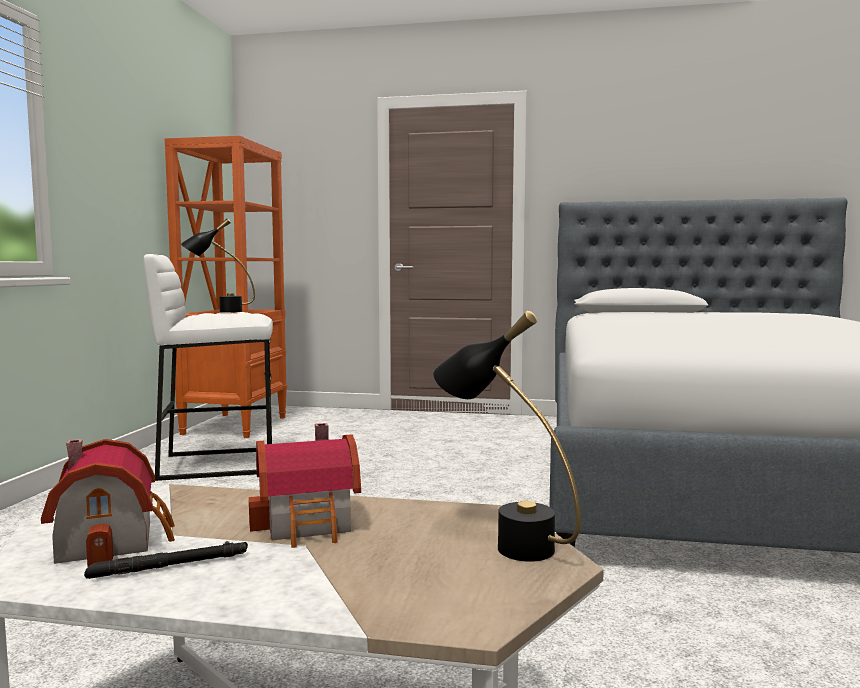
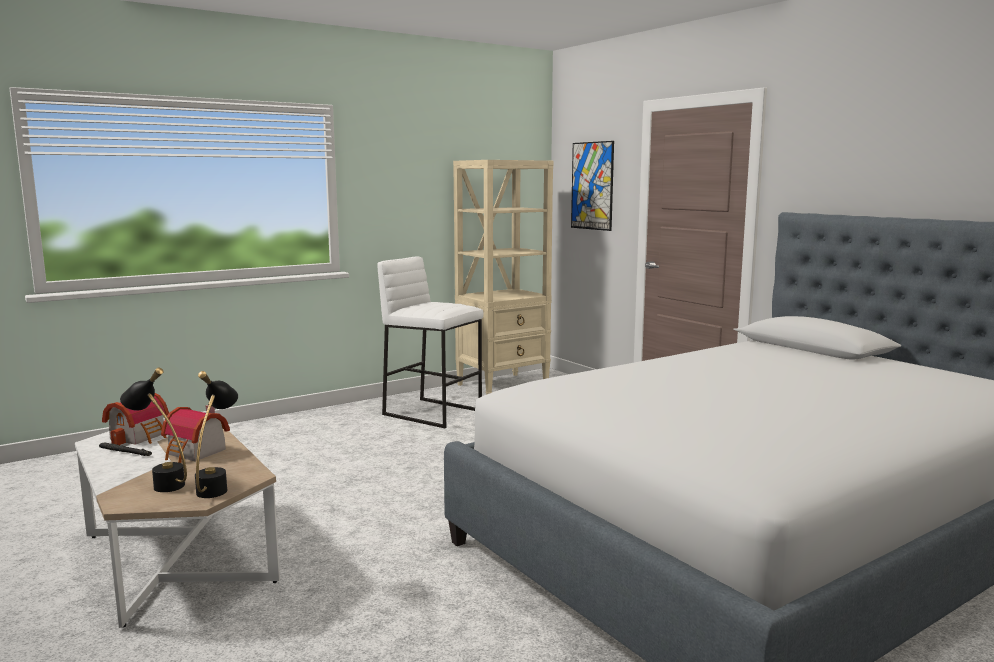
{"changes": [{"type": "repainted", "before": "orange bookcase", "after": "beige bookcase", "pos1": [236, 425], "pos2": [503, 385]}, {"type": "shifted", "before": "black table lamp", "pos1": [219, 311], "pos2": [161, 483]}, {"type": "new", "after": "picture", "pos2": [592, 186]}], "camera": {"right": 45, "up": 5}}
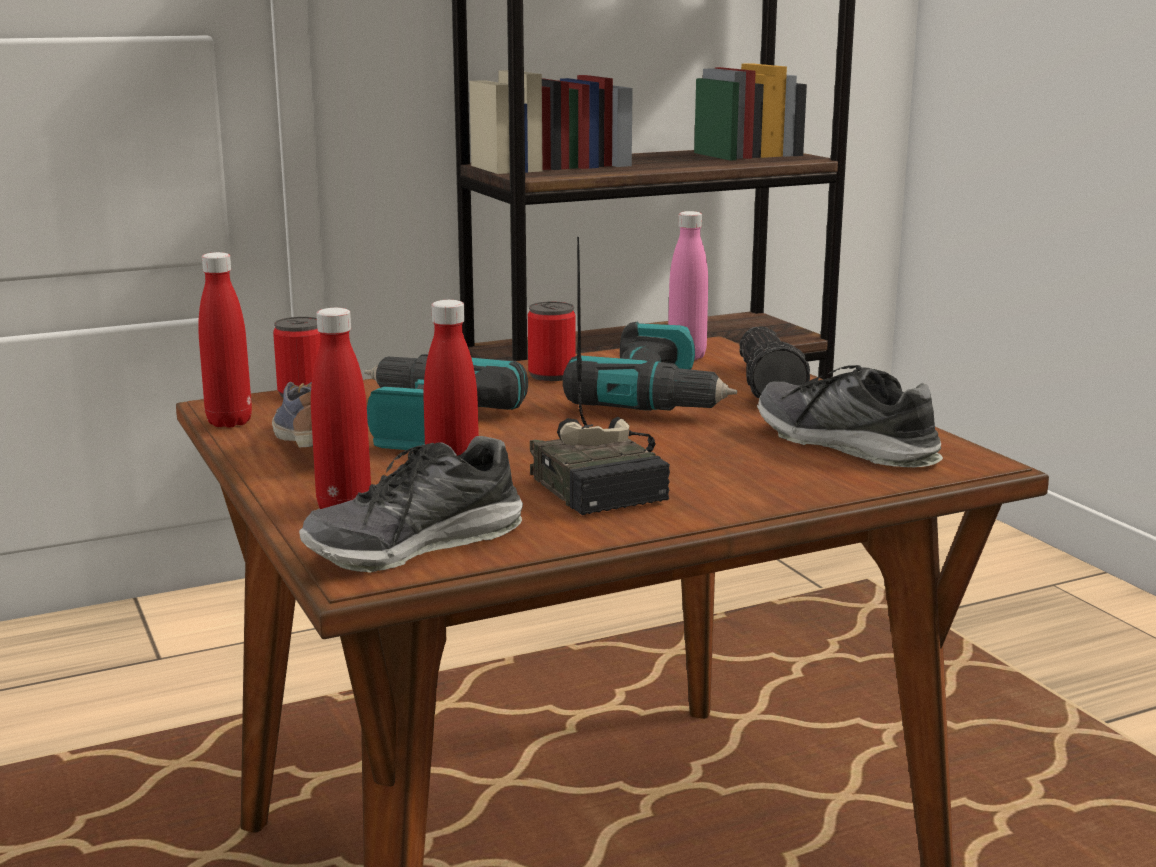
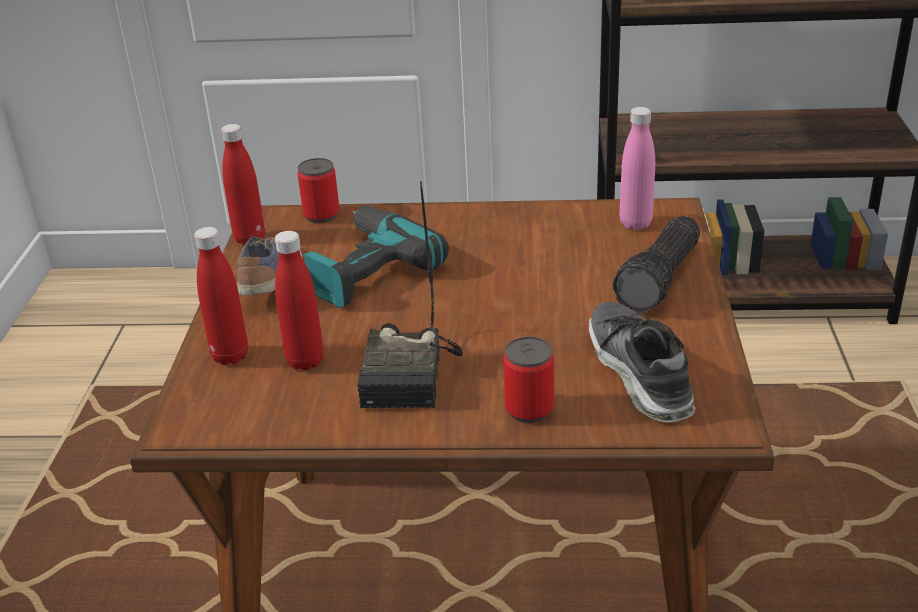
{"changes": [{"type": "shifted", "before": "can", "pos1": [551, 375], "pos2": [529, 409]}, {"type": "gone", "before": "power drill", "pos1": [657, 397]}, {"type": "gone", "before": "shoe", "pos1": [415, 544]}], "camera": {"right": 30, "up": 15}}
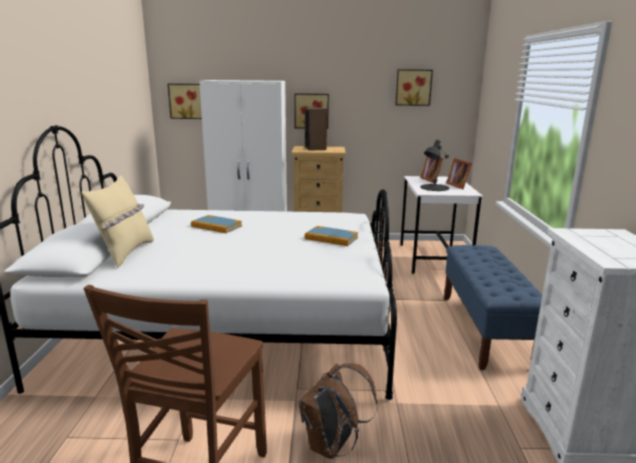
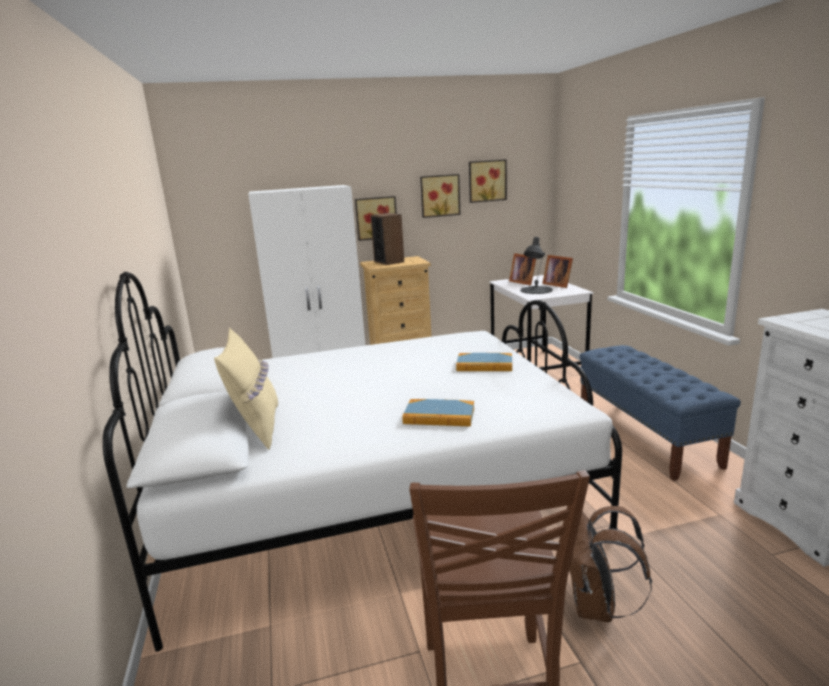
{"changes": [{"type": "shifted", "before": "picture", "pos1": [186, 101], "pos2": [439, 195]}, {"type": "shifted", "before": "book", "pos1": [216, 226], "pos2": [439, 416]}], "camera": {"right": -15, "up": 0}}
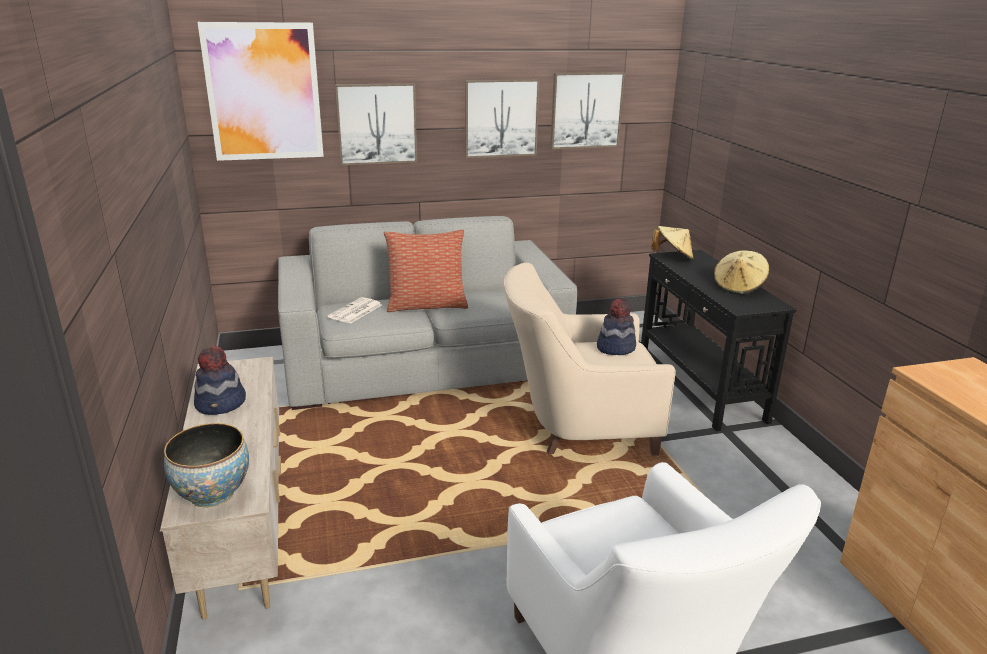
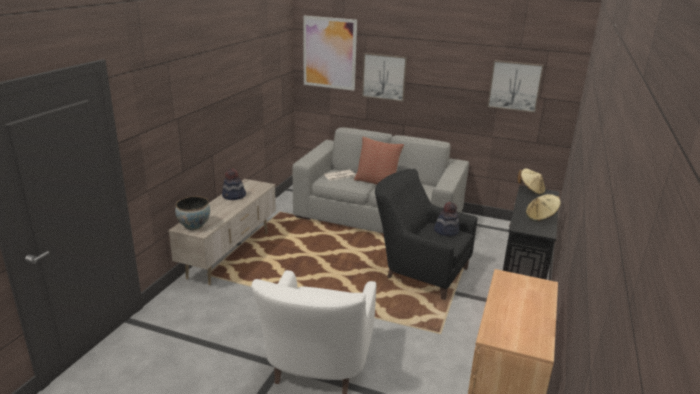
{"changes": [{"type": "gone", "before": "picture", "pos1": [501, 118]}, {"type": "repainted", "before": "beige armchair", "after": "black armchair", "pos1": [577, 427], "pos2": [418, 272]}], "camera": {"right": 35, "up": 0}}
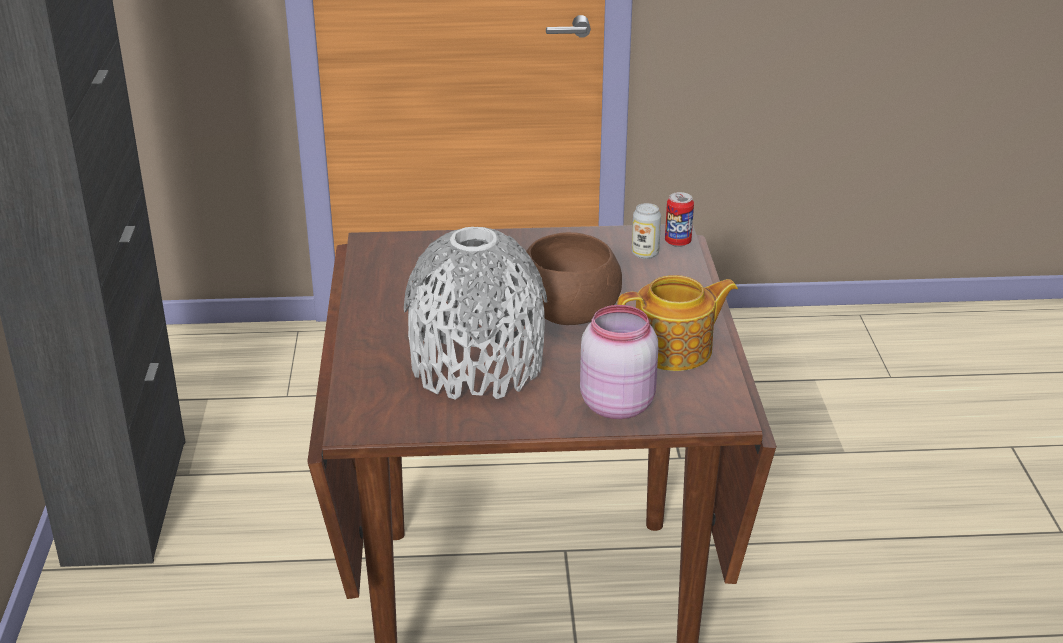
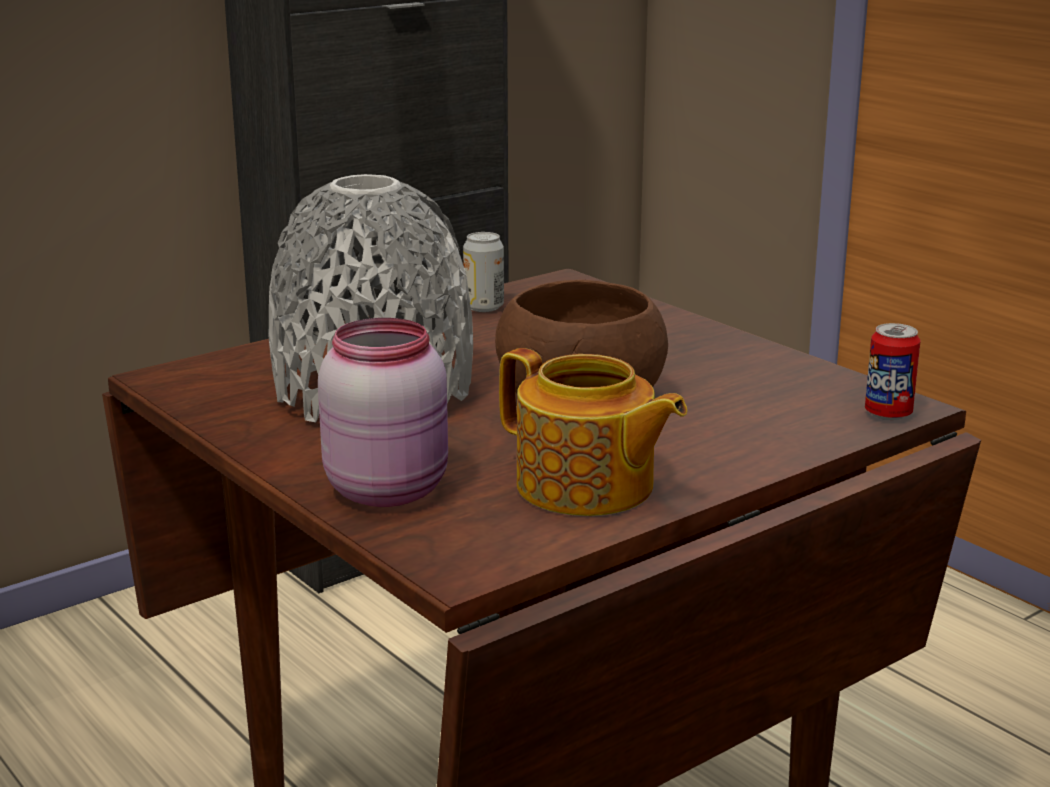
{"changes": [{"type": "shifted", "before": "can", "pos1": [645, 254], "pos2": [484, 307]}], "camera": {"right": 55, "up": -10}}
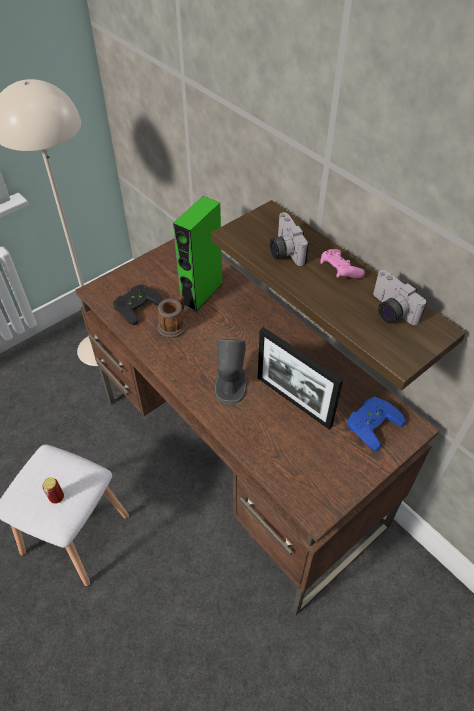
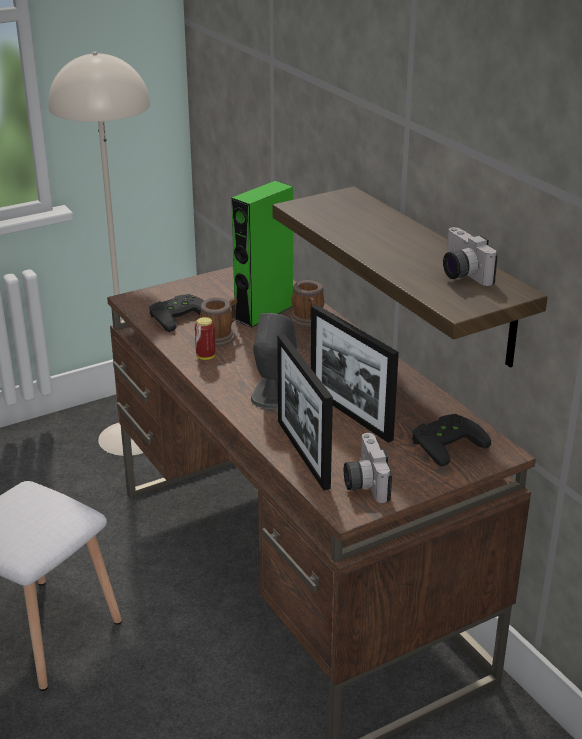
{"changes": [{"type": "shifted", "before": "photo camera", "pos1": [284, 251], "pos2": [363, 482]}, {"type": "gone", "before": "pink game controller", "pos1": [339, 271]}, {"type": "repainted", "before": "blue game controller", "after": "black game controller", "pos1": [371, 422], "pos2": [445, 442]}, {"type": "shifted", "before": "can", "pos1": [57, 498], "pos2": [205, 357]}, {"type": "new", "after": "mug", "pos2": [308, 321]}, {"type": "new", "after": "picture frame", "pos2": [303, 453]}], "camera": {"right": 10, "up": -20}}
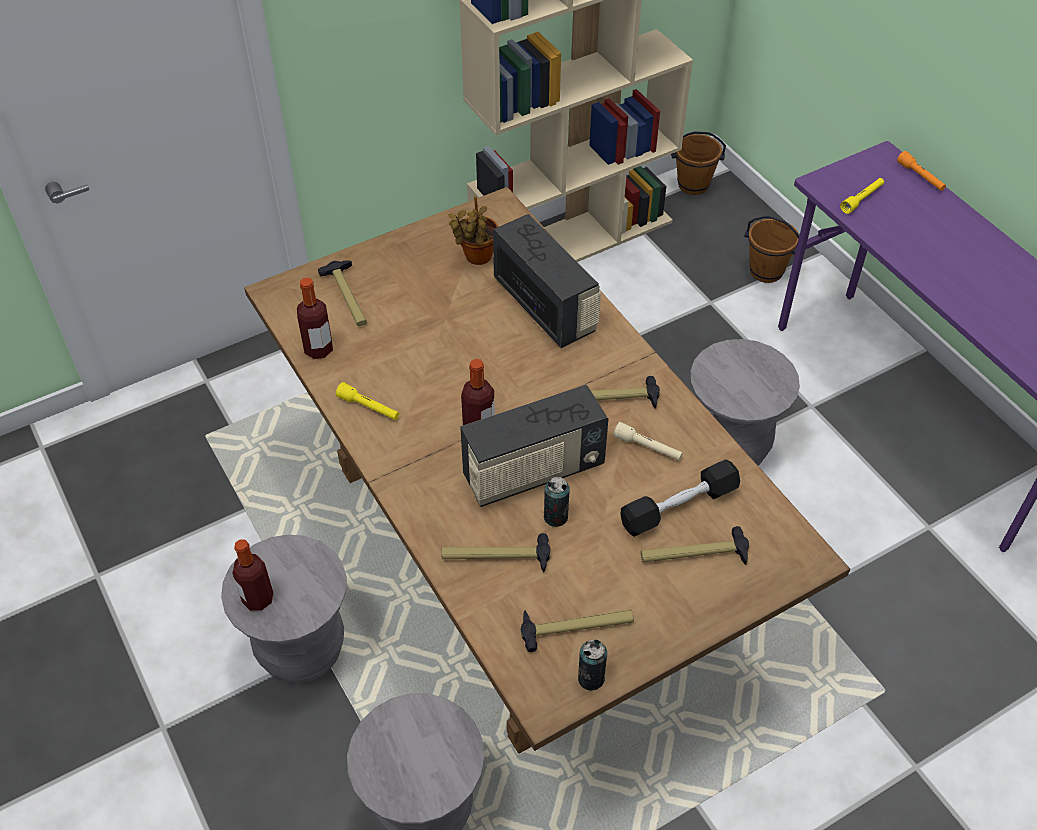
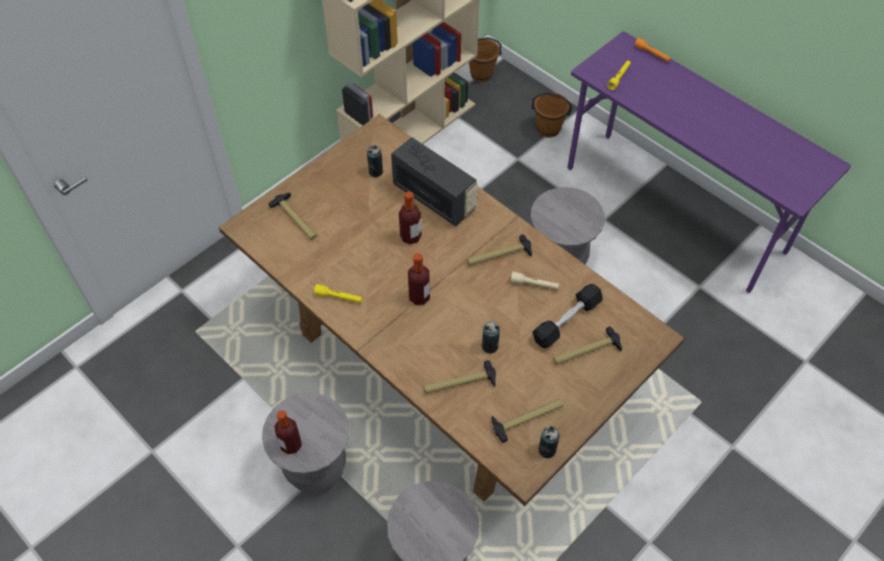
{"changes": [{"type": "swapped", "before": "potted plant", "after": "can", "pos1": [476, 258], "pos2": [375, 172]}, {"type": "shifted", "before": "bottle", "pos1": [318, 349], "pos2": [410, 237]}, {"type": "gone", "before": "radio", "pos1": [533, 472]}], "camera": {"right": -15, "up": 5}}
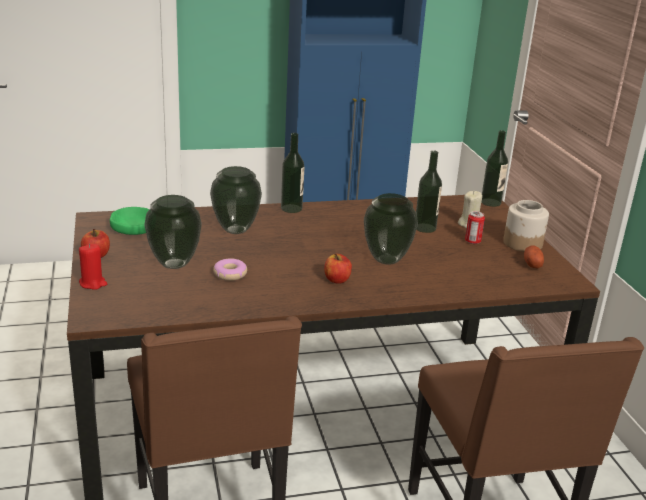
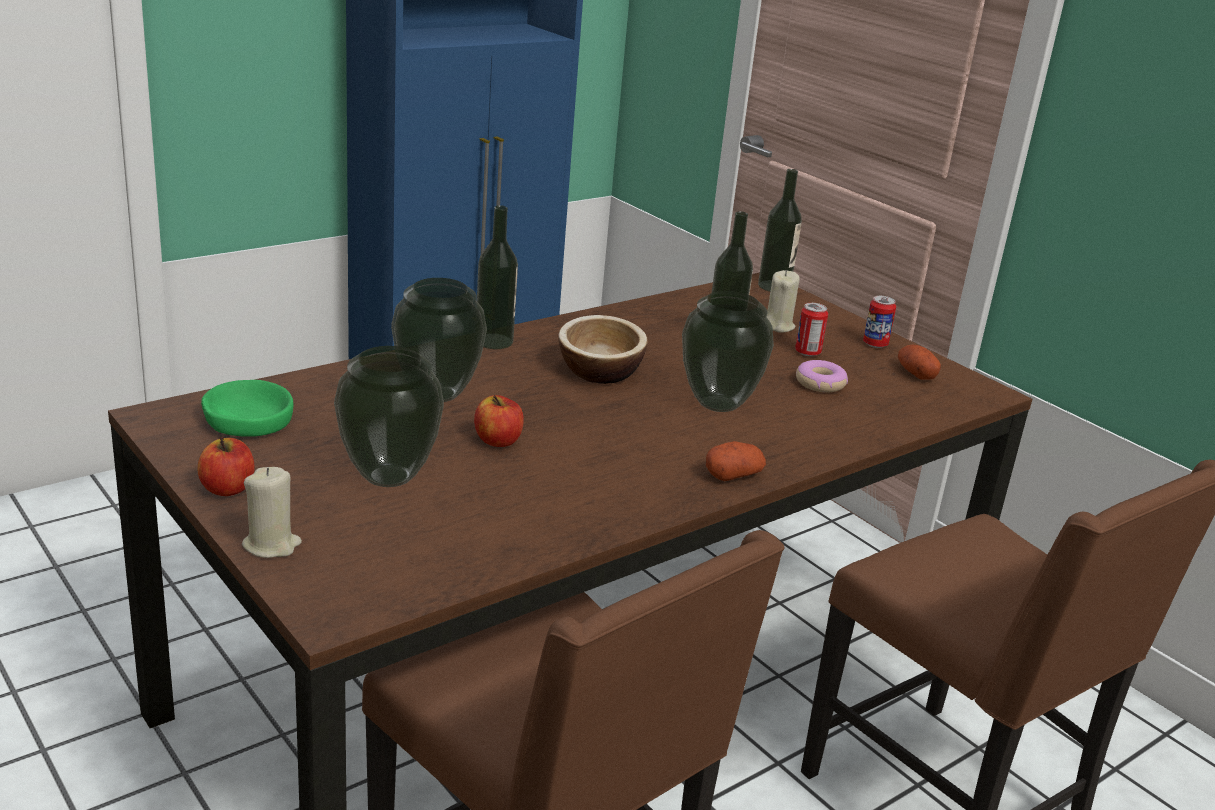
{"changes": [{"type": "swapped", "before": "jar", "after": "can", "pos1": [523, 243], "pos2": [875, 344]}, {"type": "repainted", "before": "red candle", "after": "beige candle", "pos1": [93, 283], "pos2": [271, 545]}, {"type": "shifted", "before": "apple", "pos1": [337, 280], "pos2": [498, 441]}, {"type": "shifted", "before": "donut", "pos1": [230, 274], "pos2": [820, 384]}, {"type": "new", "after": "bowl", "pos2": [599, 372]}, {"type": "new", "after": "potato", "pos2": [733, 475]}], "camera": {"right": -25, "up": 0}}
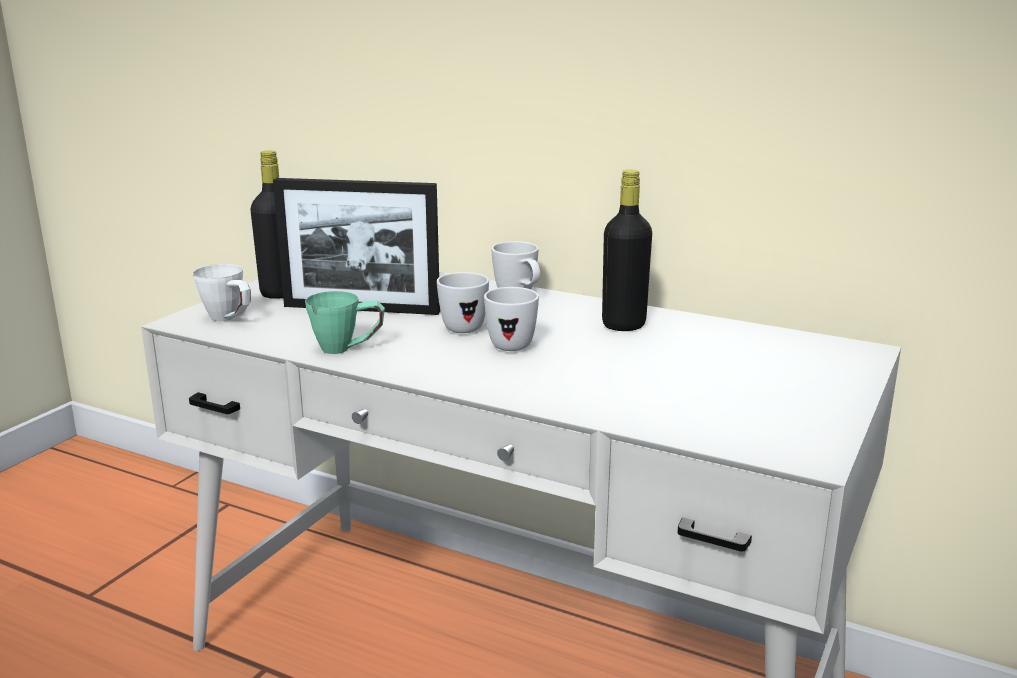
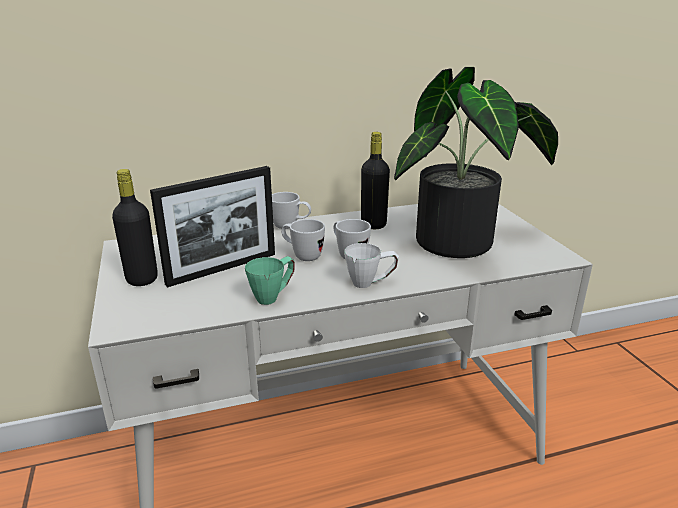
{"changes": [{"type": "shifted", "before": "white mug", "pos1": [229, 319], "pos2": [370, 283]}, {"type": "new", "after": "potted plant", "pos2": [463, 244]}], "camera": {"right": -45, "up": 5}}
